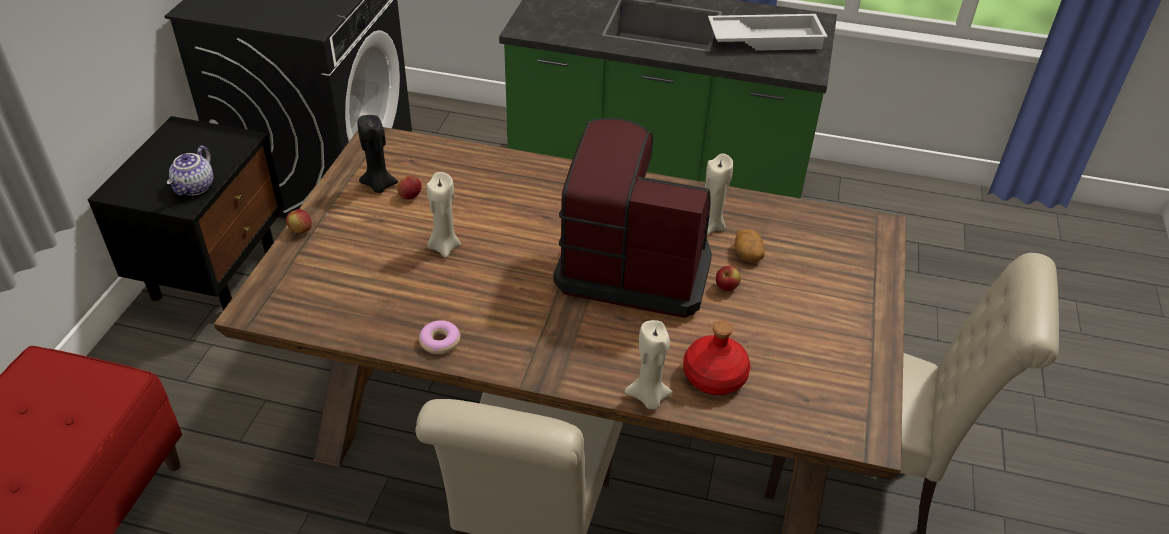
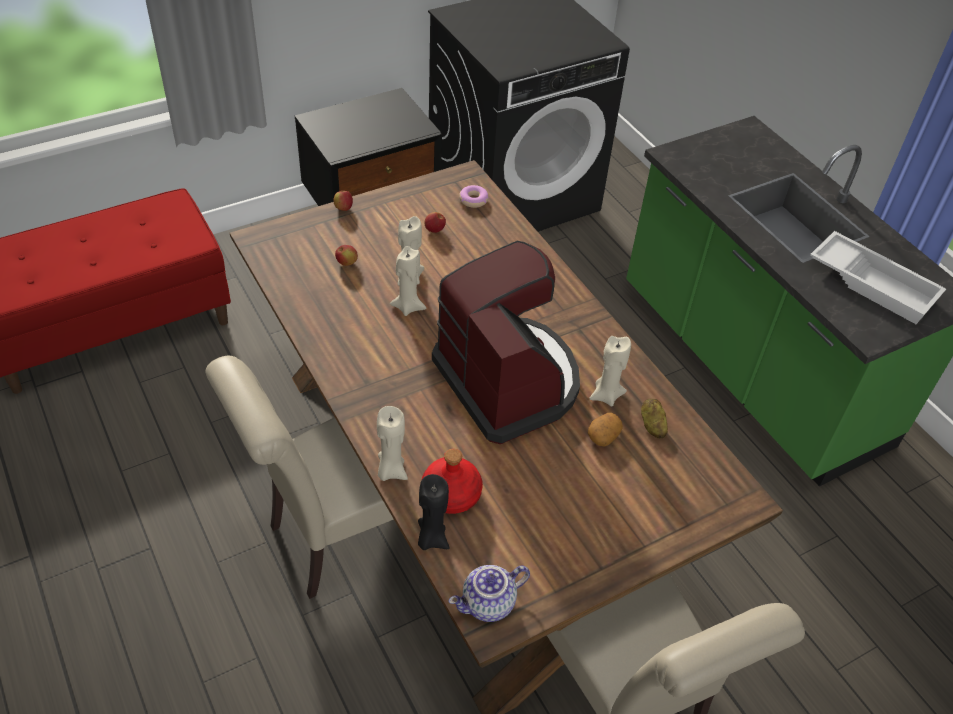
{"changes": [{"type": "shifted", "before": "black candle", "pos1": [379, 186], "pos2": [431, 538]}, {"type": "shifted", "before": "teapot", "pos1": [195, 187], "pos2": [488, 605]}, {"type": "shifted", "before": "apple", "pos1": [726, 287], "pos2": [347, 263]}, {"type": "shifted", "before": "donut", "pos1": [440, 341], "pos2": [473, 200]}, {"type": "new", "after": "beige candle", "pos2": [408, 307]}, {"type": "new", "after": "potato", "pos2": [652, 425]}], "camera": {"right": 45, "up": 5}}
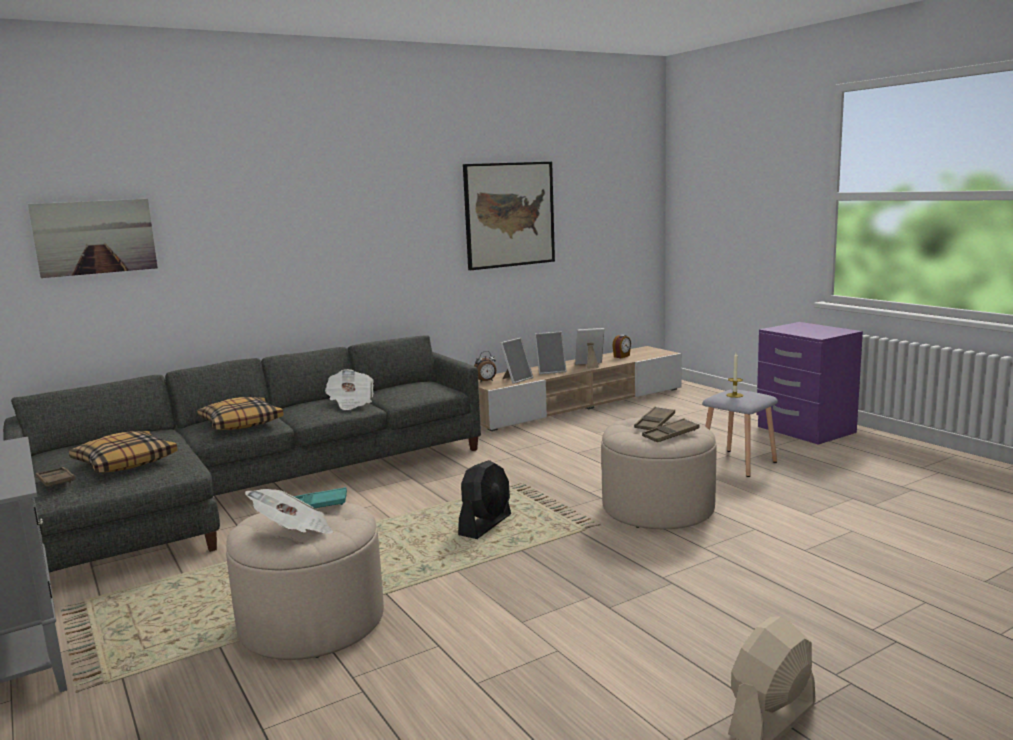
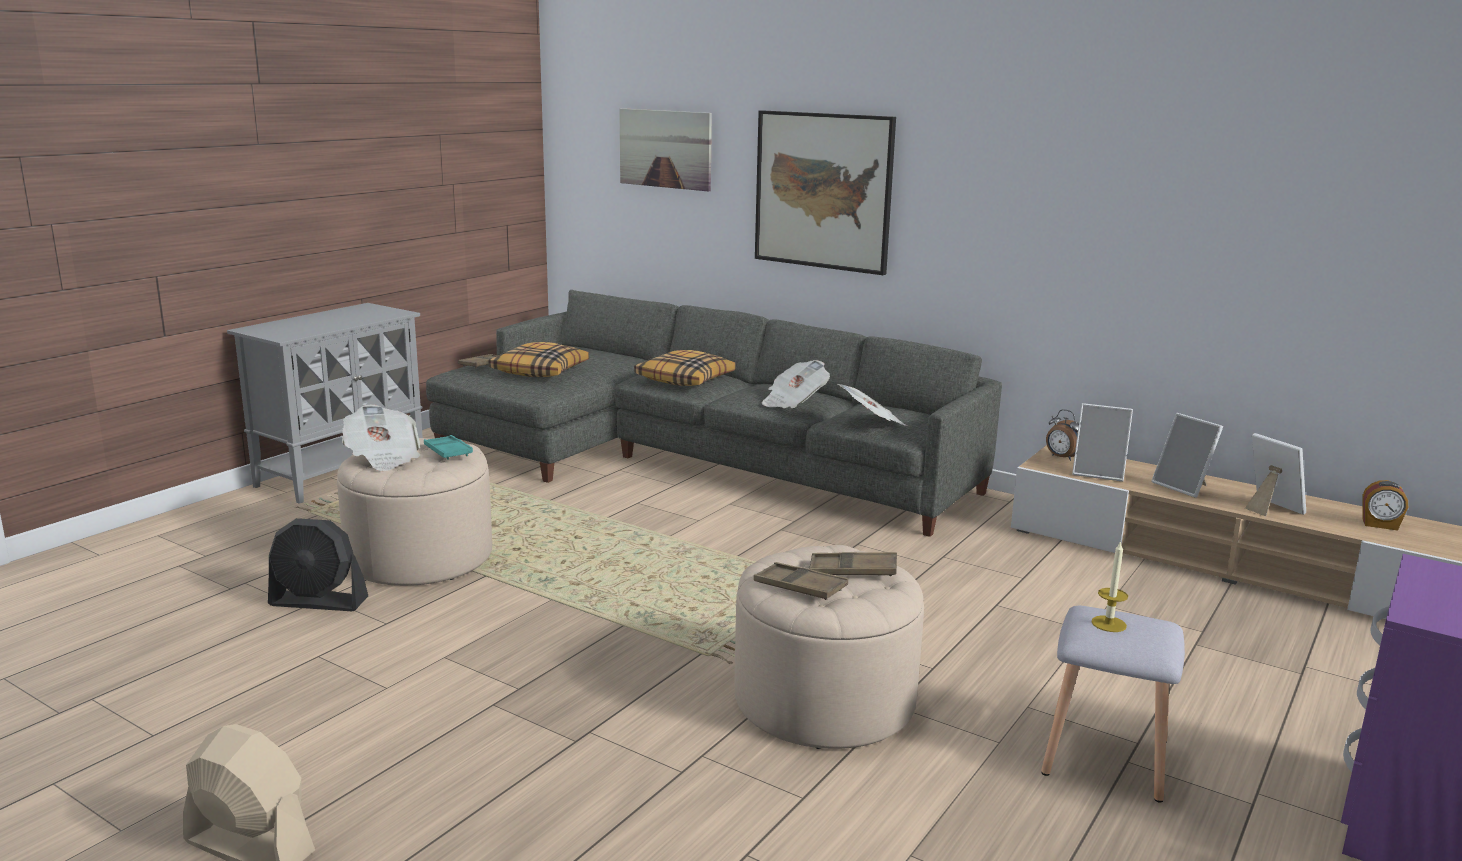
{"changes": [{"type": "shifted", "before": "picture", "pos1": [509, 215], "pos2": [823, 191]}, {"type": "shifted", "before": "black fan", "pos1": [485, 525], "pos2": [319, 602]}, {"type": "new", "after": "newspaper", "pos2": [872, 423]}], "camera": {"right": 65, "up": 5}}
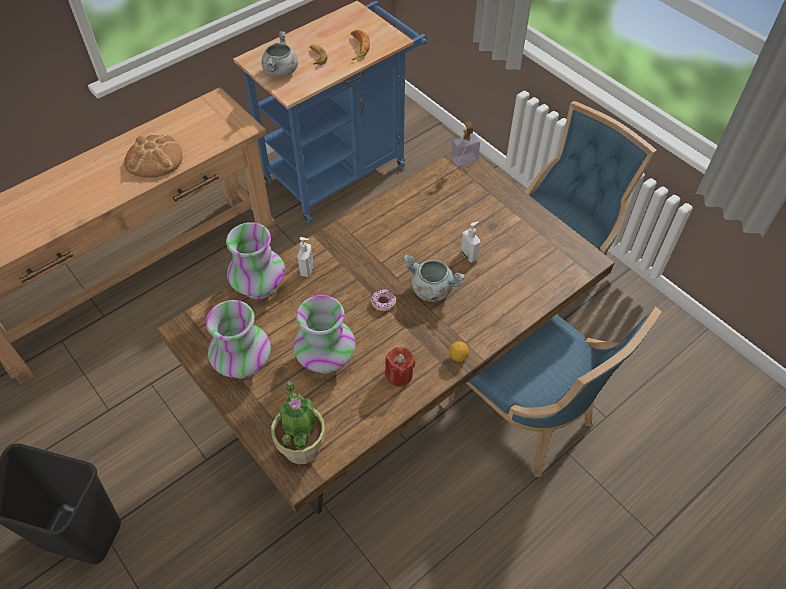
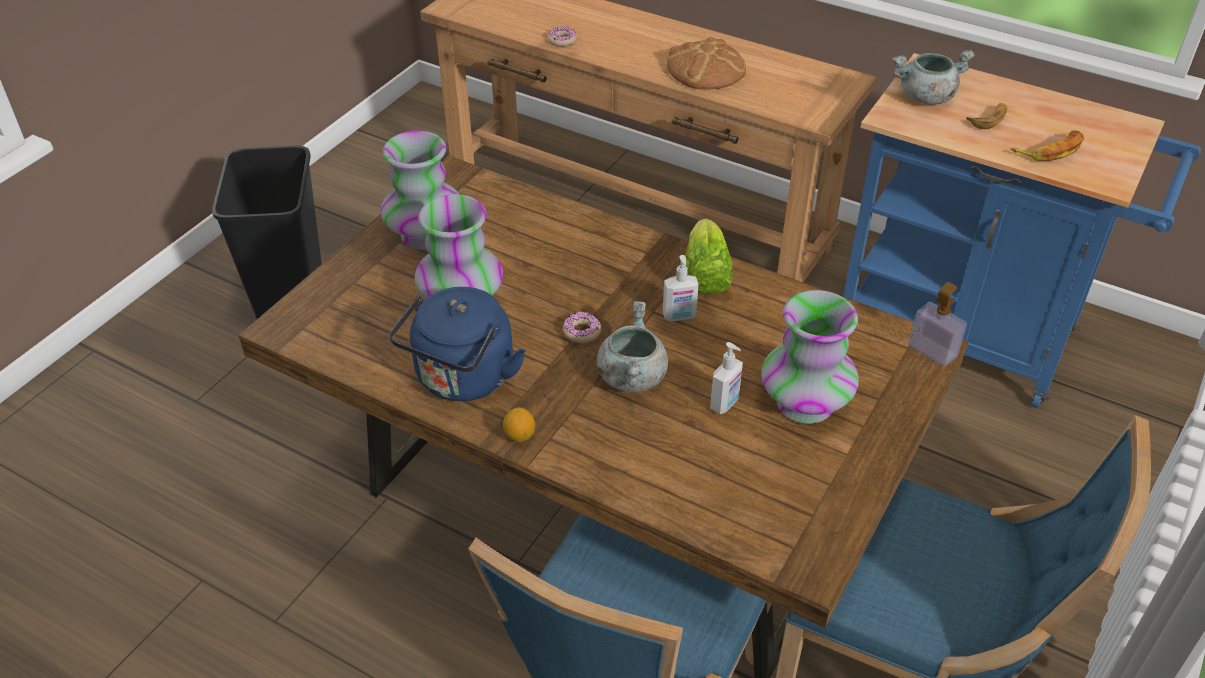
{"changes": [{"type": "shifted", "before": "vase", "pos1": [259, 285], "pos2": [805, 404]}, {"type": "shifted", "before": "soap dispenser", "pos1": [307, 269], "pos2": [679, 316]}, {"type": "swapped", "before": "red candle", "after": "blue kettle", "pos1": [399, 375], "pos2": [462, 380]}, {"type": "gone", "before": "potted plant", "pos1": [302, 446]}, {"type": "new", "after": "donut", "pos2": [562, 41]}, {"type": "new", "after": "lettuce", "pos2": [704, 275]}], "camera": {"right": 70, "up": -10}}
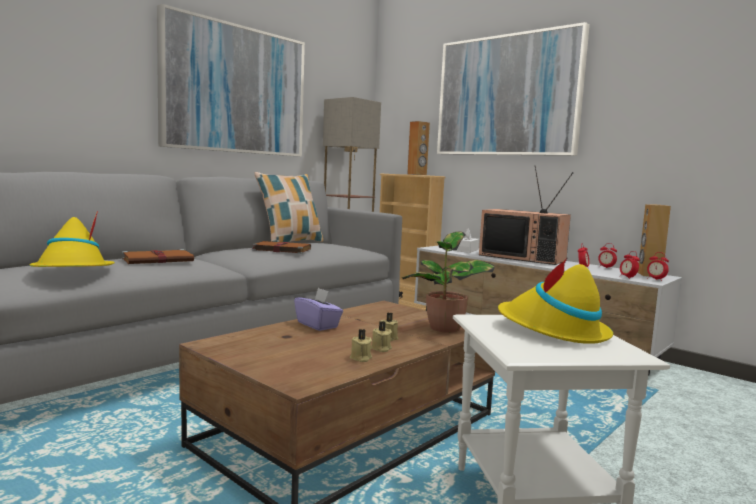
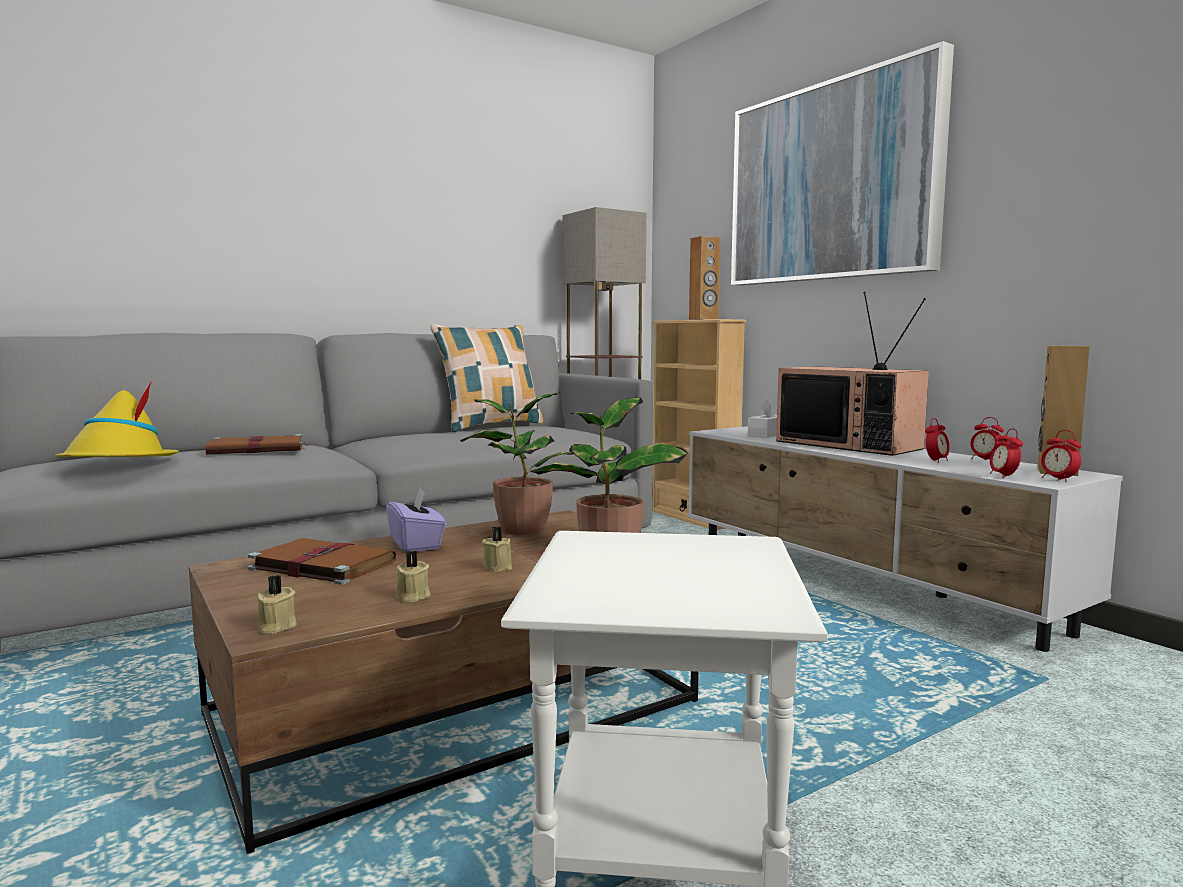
{"changes": [{"type": "gone", "before": "picture", "pos1": [235, 90]}, {"type": "shifted", "before": "brown book", "pos1": [281, 249], "pos2": [320, 565]}, {"type": "gone", "before": "yellow hat", "pos1": [552, 330]}, {"type": "shifted", "before": "beige candle", "pos1": [381, 349], "pos2": [275, 627]}, {"type": "new", "after": "potted plant", "pos2": [520, 530]}], "camera": {"right": 15, "up": 0}}
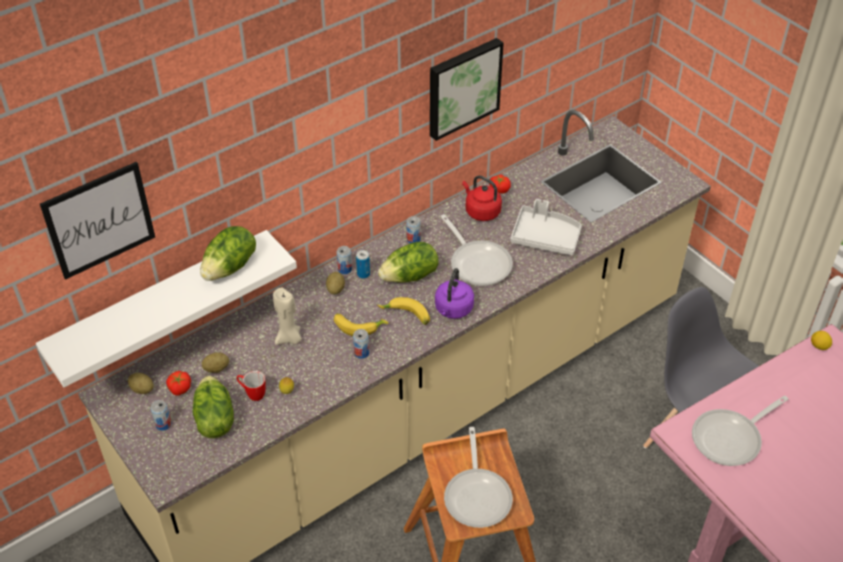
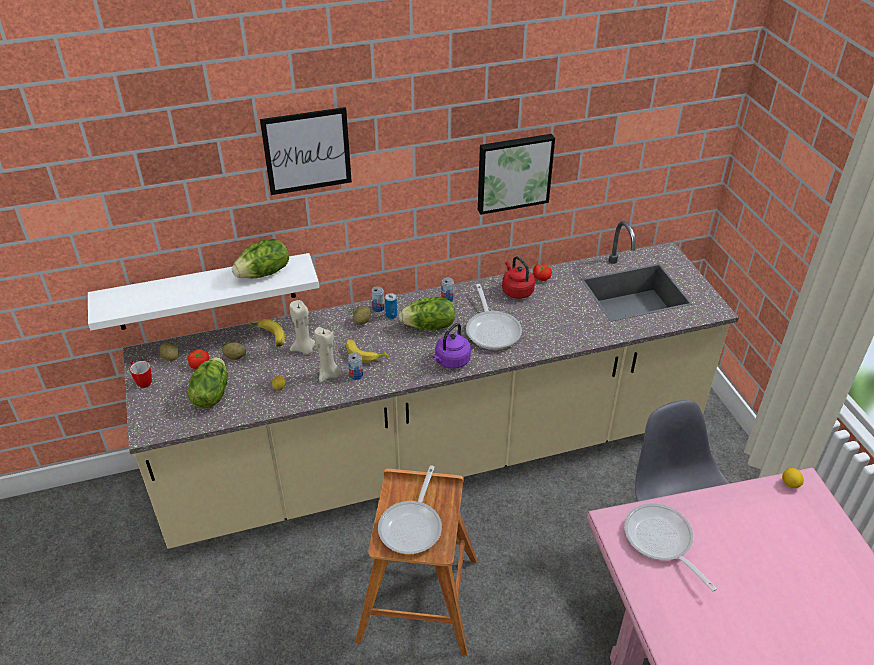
{"changes": [{"type": "shifted", "before": "picture", "pos1": [99, 220], "pos2": [307, 151]}, {"type": "gone", "before": "grey tray", "pos1": [545, 237]}, {"type": "shifted", "before": "banana", "pos1": [405, 316], "pos2": [268, 337]}, {"type": "shifted", "before": "mug", "pos1": [252, 394], "pos2": [142, 381]}, {"type": "rotated", "before": "frying pan", "pos1": [731, 439], "pos2": [661, 542], "turn": 75}, {"type": "gone", "before": "can", "pos1": [163, 424]}, {"type": "new", "after": "beige candle", "pos2": [329, 375]}], "camera": {"right": 20, "up": -5}}
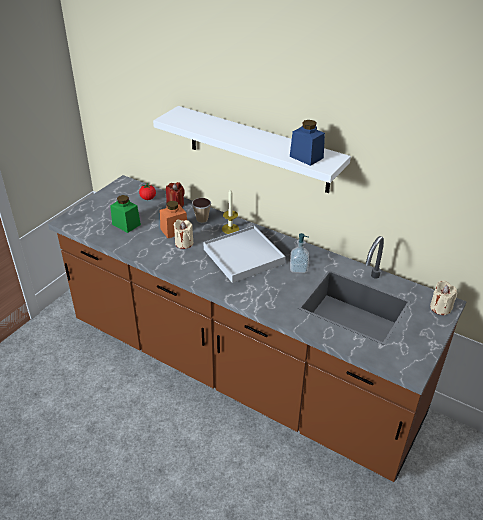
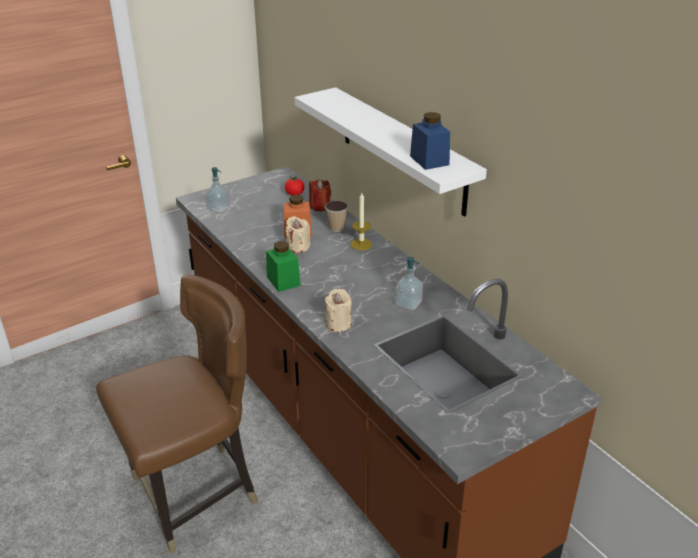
{"changes": [{"type": "shifted", "before": "green jar", "pos1": [126, 224], "pos2": [283, 281]}, {"type": "gone", "before": "white tray", "pos1": [243, 256]}, {"type": "shifted", "before": "beige candle", "pos1": [440, 308], "pos2": [338, 324]}, {"type": "new", "after": "soap dispenser", "pos2": [219, 208]}, {"type": "new", "after": "brown chair", "pos2": [195, 495]}], "camera": {"right": 25, "up": -5}}
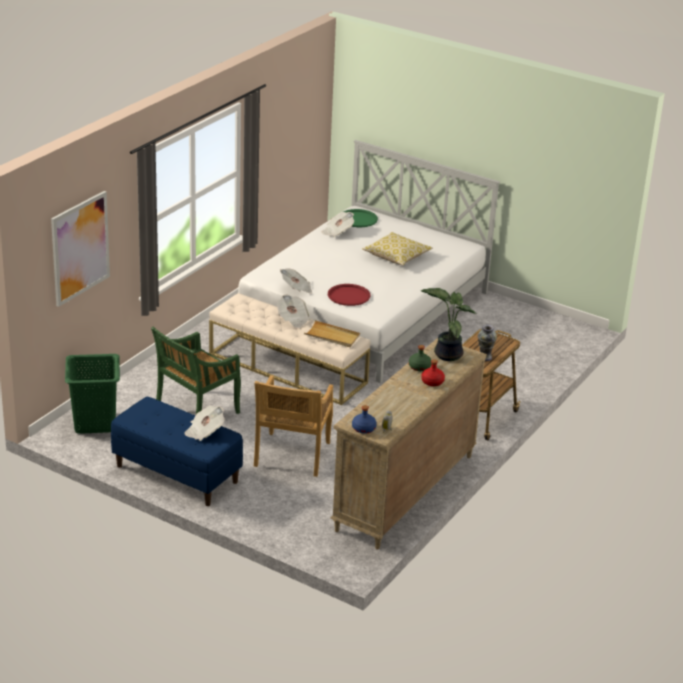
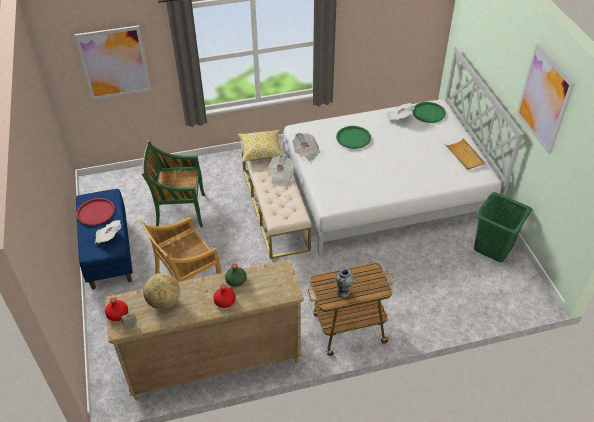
{"changes": [{"type": "shifted", "before": "pillow", "pos1": [396, 257], "pos2": [261, 151]}, {"type": "shifted", "before": "red tray", "pos1": [348, 295], "pos2": [96, 212]}, {"type": "gone", "before": "potted plant", "pos1": [447, 354]}, {"type": "shifted", "before": "beige tray", "pos1": [332, 336], "pos2": [464, 155]}, {"type": "shifted", "before": "green laundry basket", "pos1": [94, 422], "pos2": [493, 247]}, {"type": "repainted", "before": "blue bottle", "after": "red bottle", "pos1": [364, 429], "pos2": [117, 314]}, {"type": "new", "after": "picture", "pos2": [544, 99]}, {"type": "new", "after": "green tray", "pos2": [353, 138]}, {"type": "new", "after": "globe", "pos2": [164, 302]}], "camera": {"right": 45, "up": 15}}
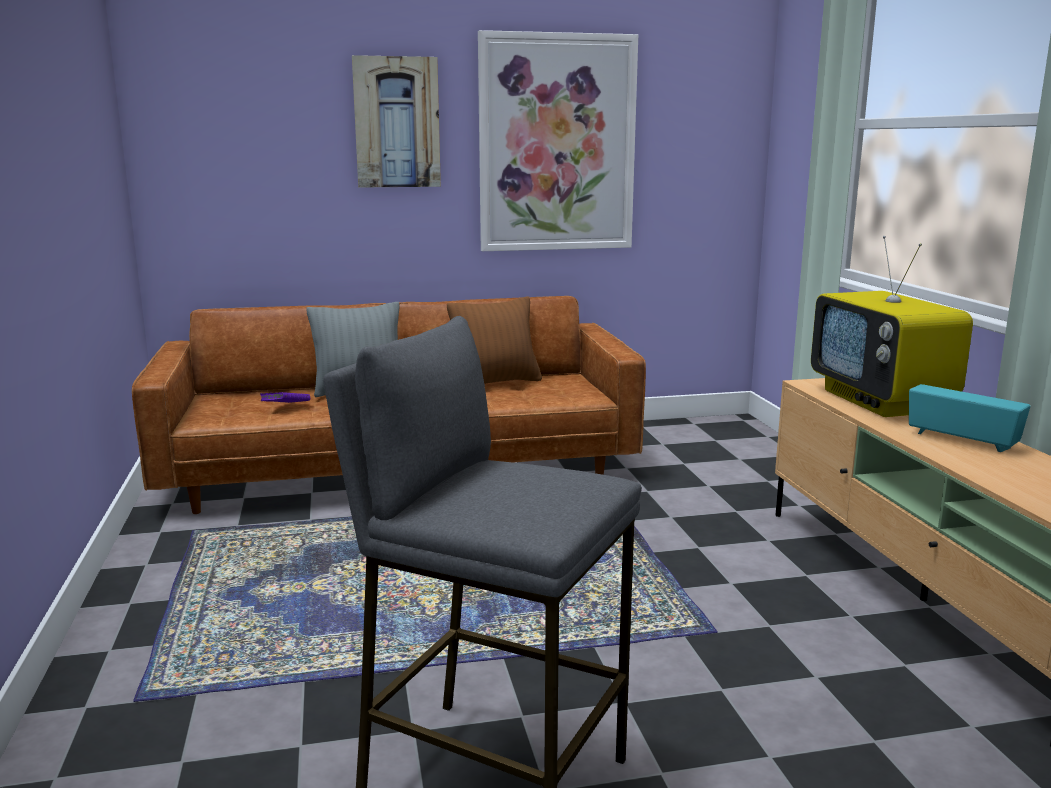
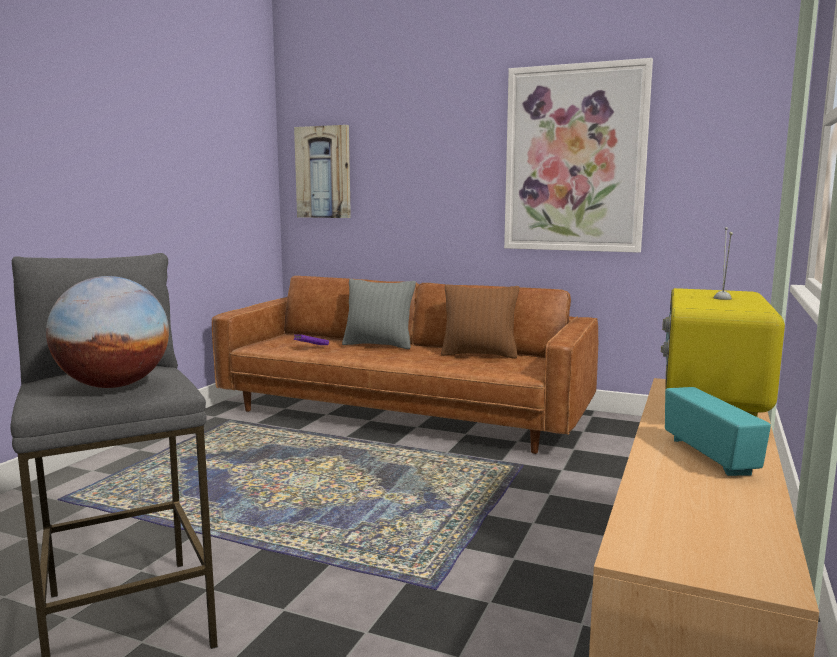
{"changes": [{"type": "shifted", "before": "picture", "pos1": [397, 123], "pos2": [323, 172]}, {"type": "new", "after": "globe", "pos2": [114, 385]}], "camera": {"right": 35, "up": -5}}
